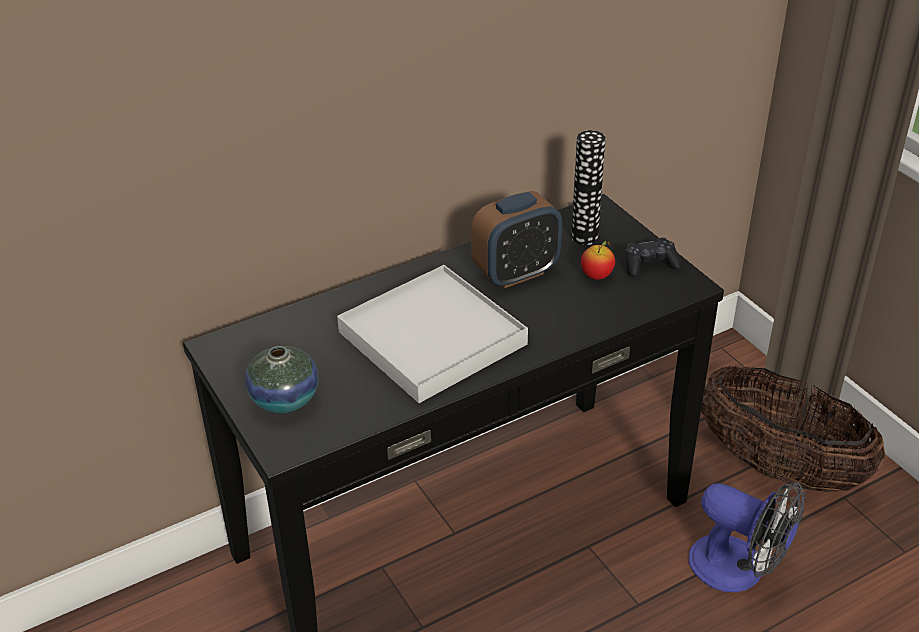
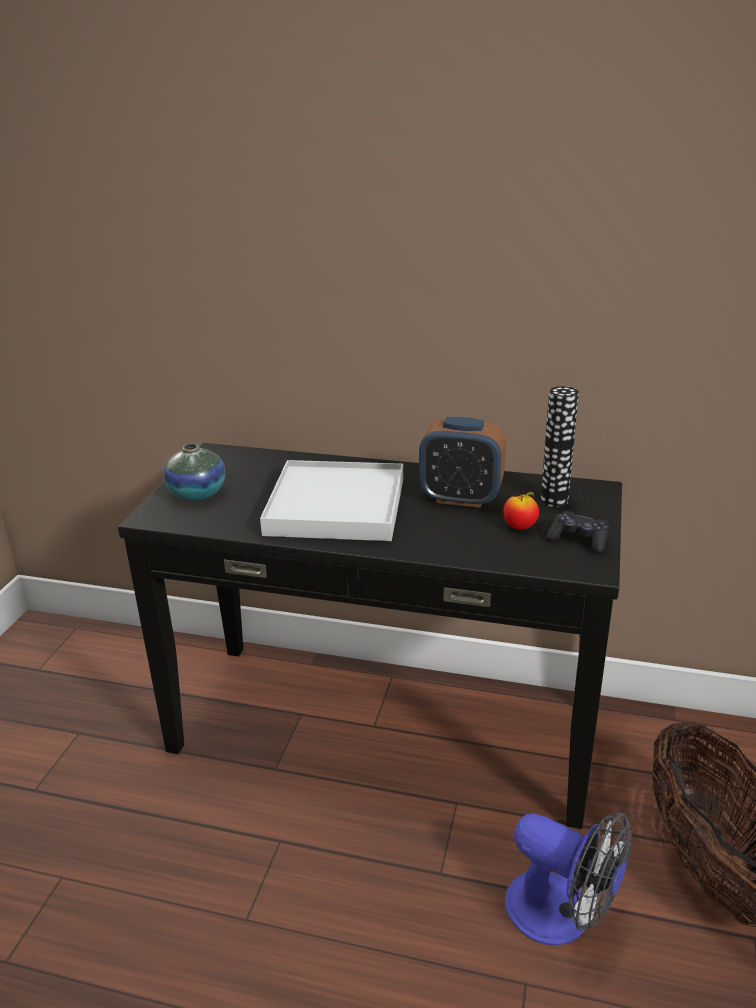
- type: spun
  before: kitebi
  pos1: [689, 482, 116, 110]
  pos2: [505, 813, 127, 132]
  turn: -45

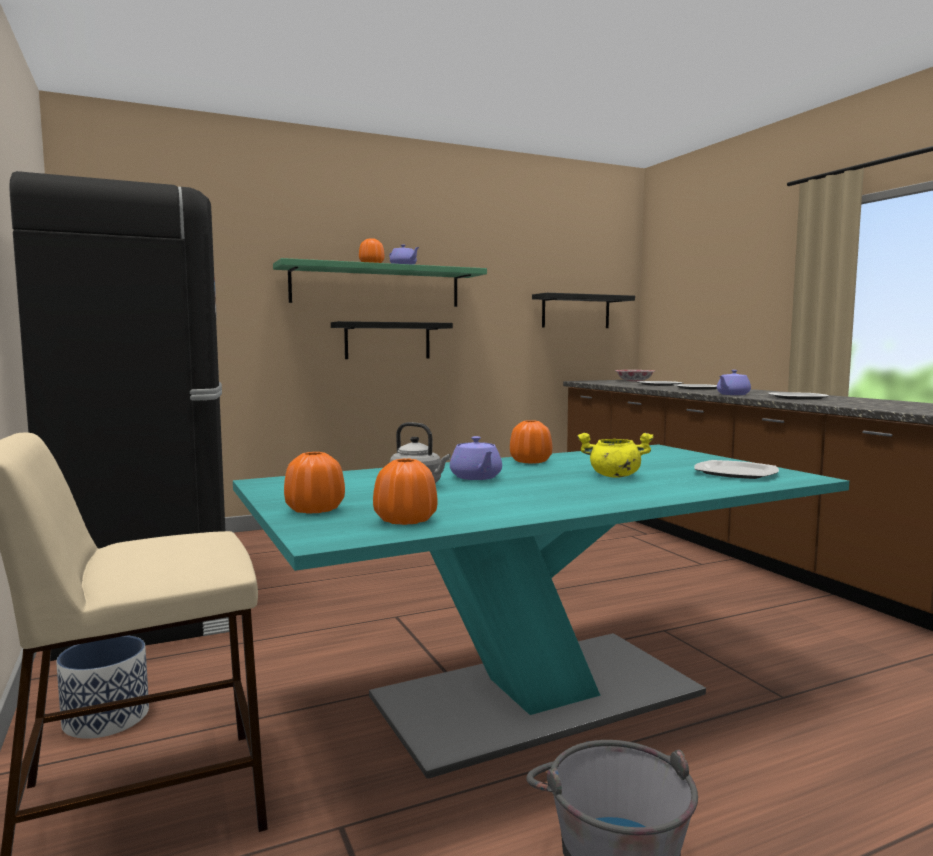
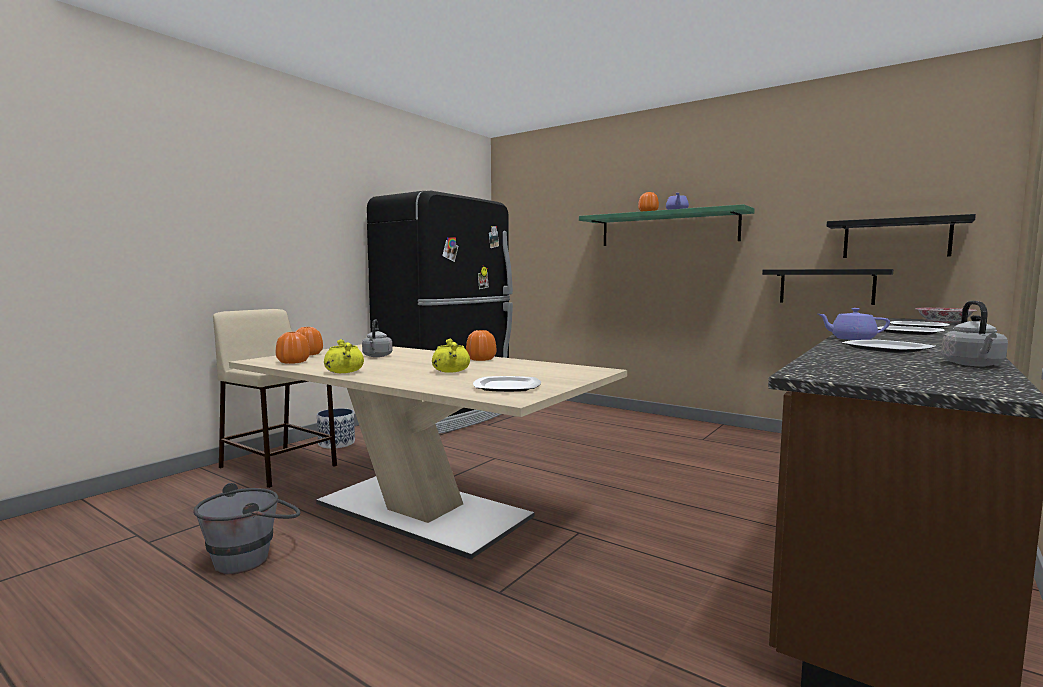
- type: relocated
  before: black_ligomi
  pos1: [331, 321, 122, 38]
  pos2: [762, 269, 131, 36]
- type: missing
  before: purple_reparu
  pos1: [450, 436, 52, 44]
- type: colour
  before: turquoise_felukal
  after: beige_felukal
  pos1: [233, 445, 616, 334]
  pos2: [229, 344, 398, 215]
- type: appeared
  after: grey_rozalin
  pos2: [941, 301, 67, 65]
- type: appeared
  after: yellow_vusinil
  pos2: [324, 339, 40, 34]

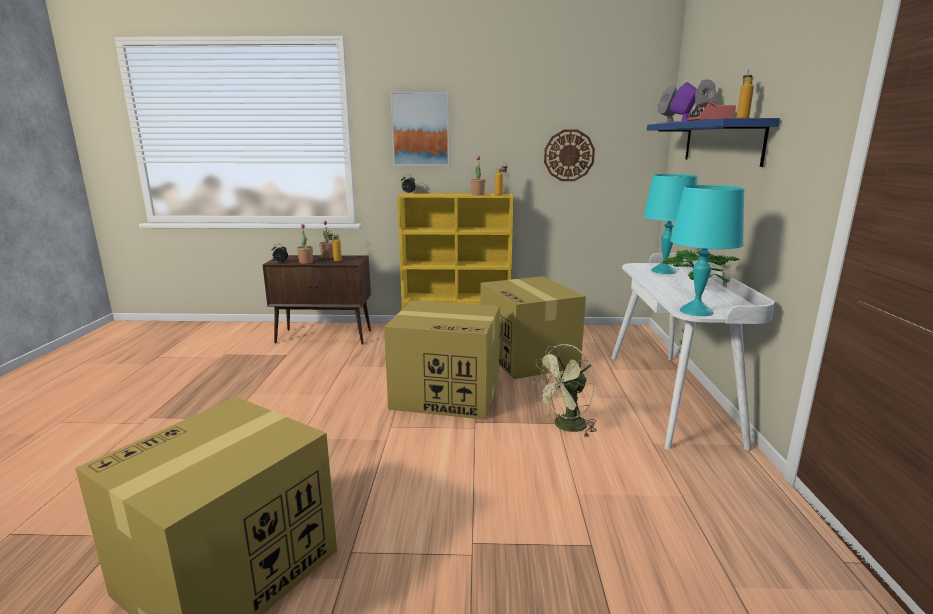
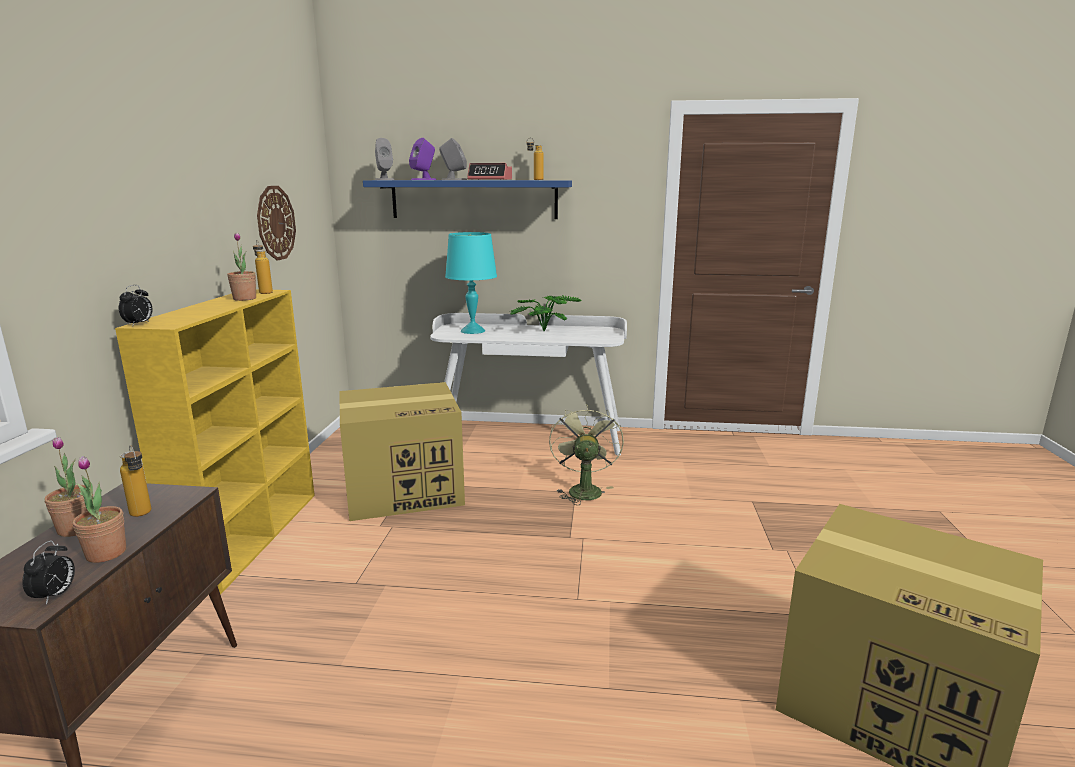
- type: missing
  before: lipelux
  pos1: [390, 92, 59, 74]
- type: missing
  before: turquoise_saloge
  pos1: [670, 185, 74, 131]
- type: missing
  before: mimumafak
  pos1: [384, 301, 116, 119]
- type: spun
  before: green_kitebi
  pos1: [532, 344, 65, 93]
  pos2: [549, 404, 75, 101]
  turn: -150

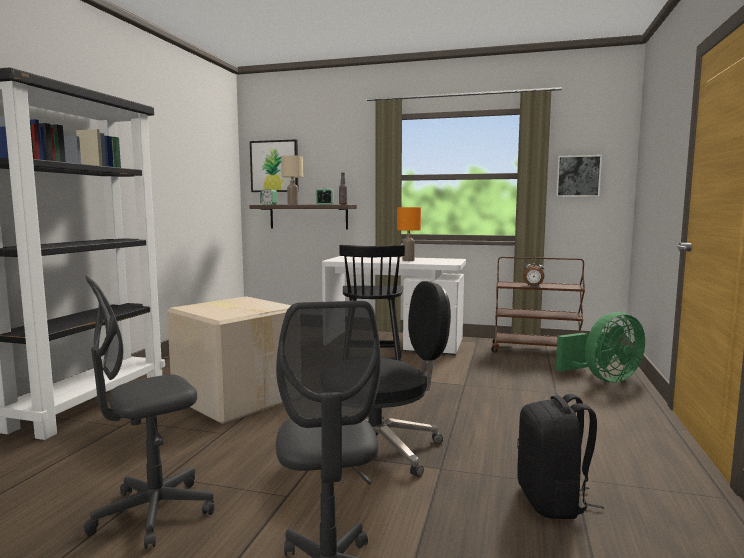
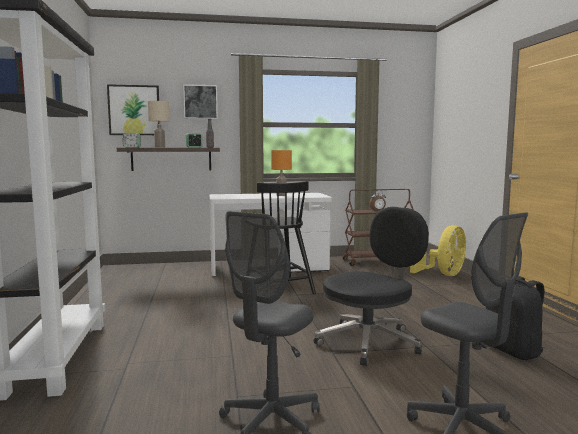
- type: relocated
  before: lipelux
  pos1: [556, 155, 46, 42]
  pos2: [183, 84, 35, 35]
- type: missing
  before: mimumafak
  pos1: [167, 296, 124, 128]
- type: colour
  before: green_kitebi
  after: yellow_kitebi
  pos1: [556, 312, 89, 70]
  pos2: [410, 225, 56, 51]

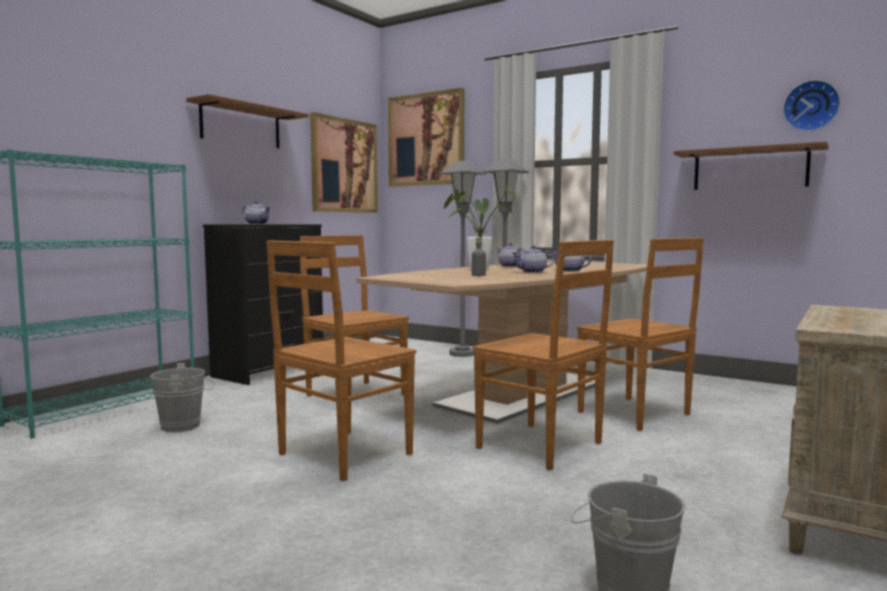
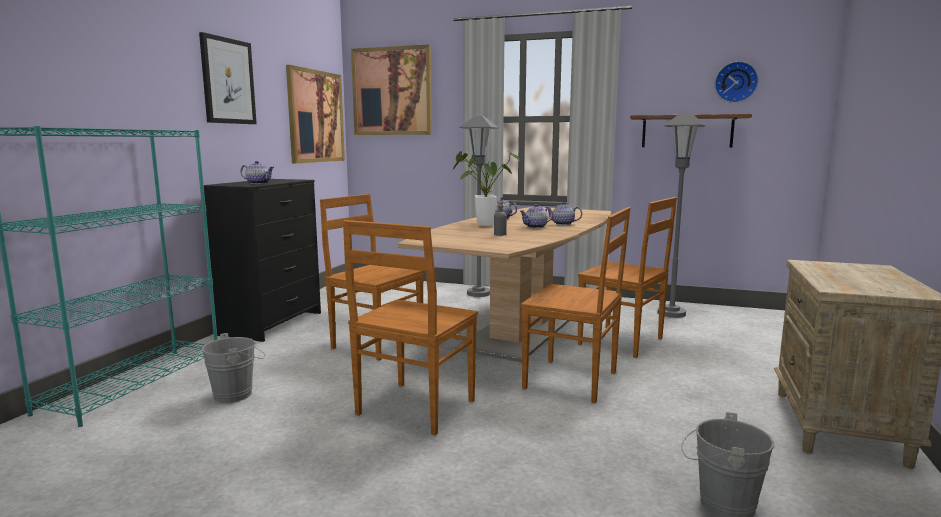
- type: exchanged
  before: brown_ligomi
  after: lipelux
  pos1: [186, 94, 123, 54]
  pos2: [199, 32, 58, 92]
- type: relocated
  before: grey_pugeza
  pos1: [439, 161, 48, 196]
  pos2: [658, 112, 47, 206]

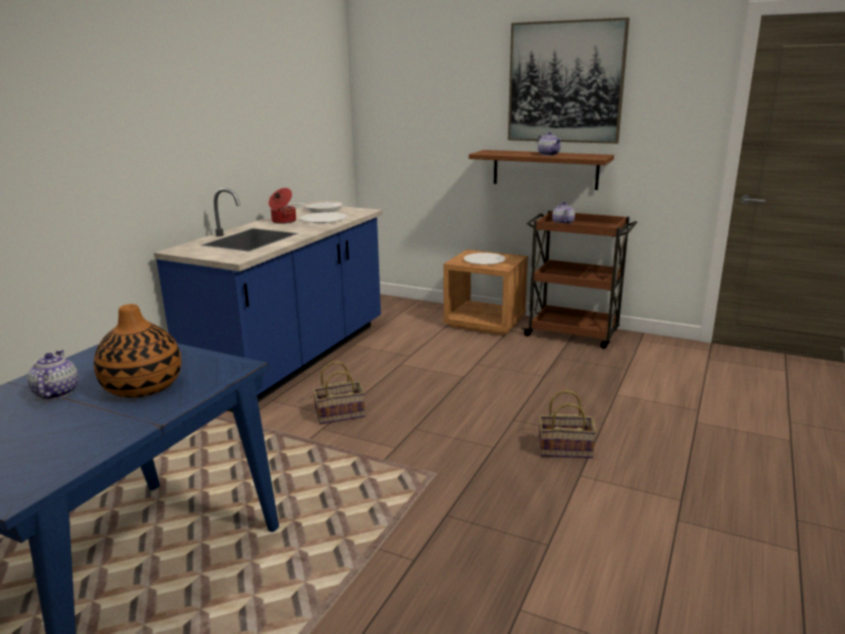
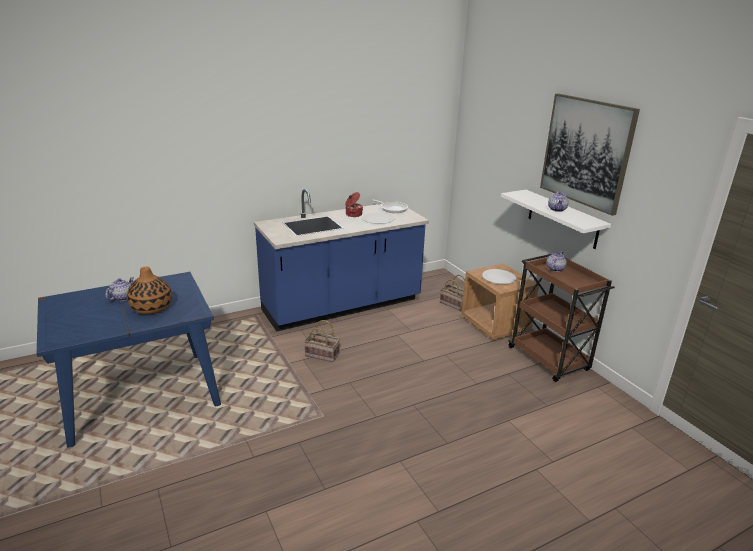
- type: colour
  before: brown_ligomi
  after: white_ligomi
  pos1: [469, 150, 145, 40]
  pos2: [501, 190, 110, 59]
- type: relocated
  before: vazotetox
  pos1: [538, 390, 59, 68]
  pos2: [440, 275, 25, 36]

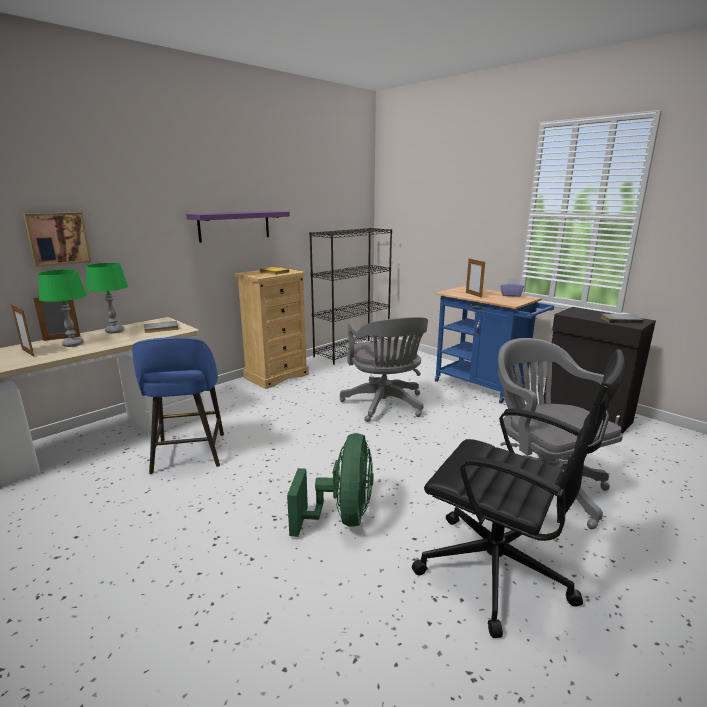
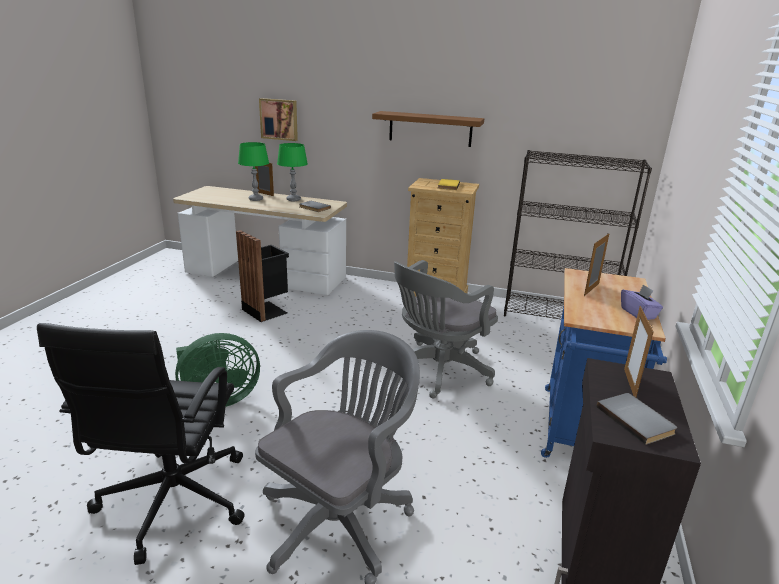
- type: colour
  before: purple_ligomi
  after: brown_ligomi
  pos1: [186, 211, 104, 32]
  pos2: [372, 111, 112, 36]
- type: relocated
  before: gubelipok
  pos1: [11, 304, 23, 53]
  pos2: [624, 306, 30, 91]
- type: exchanged
  before: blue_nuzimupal
  after: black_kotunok
  pos1: [132, 337, 92, 137]
  pos2: [236, 230, 53, 92]

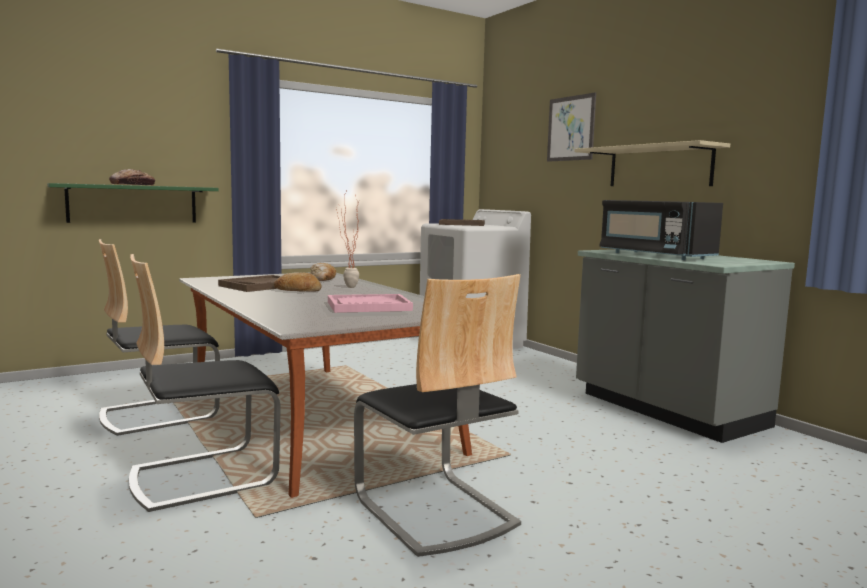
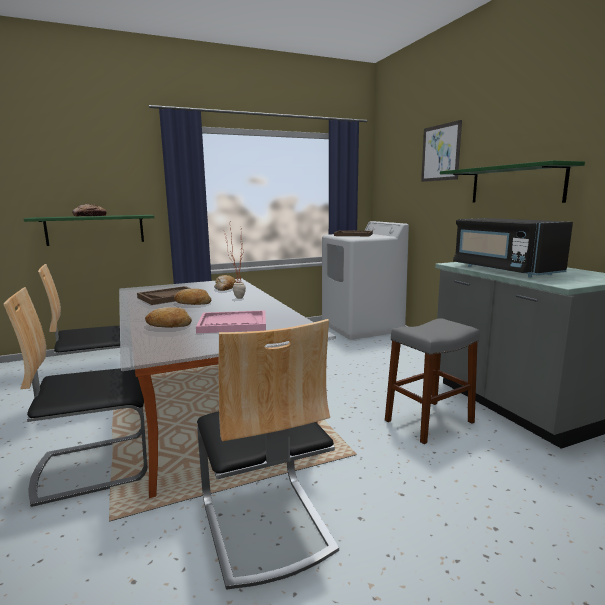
- type: colour
  before: beige_ligomi
  after: green_ligomi
  pos1: [575, 140, 155, 46]
  pos2: [440, 160, 145, 43]
- type: appeared
  after: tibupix
  pos2: [145, 307, 47, 21]
- type: appeared
  after: grey_nuzimupal
  pos2: [385, 318, 95, 126]

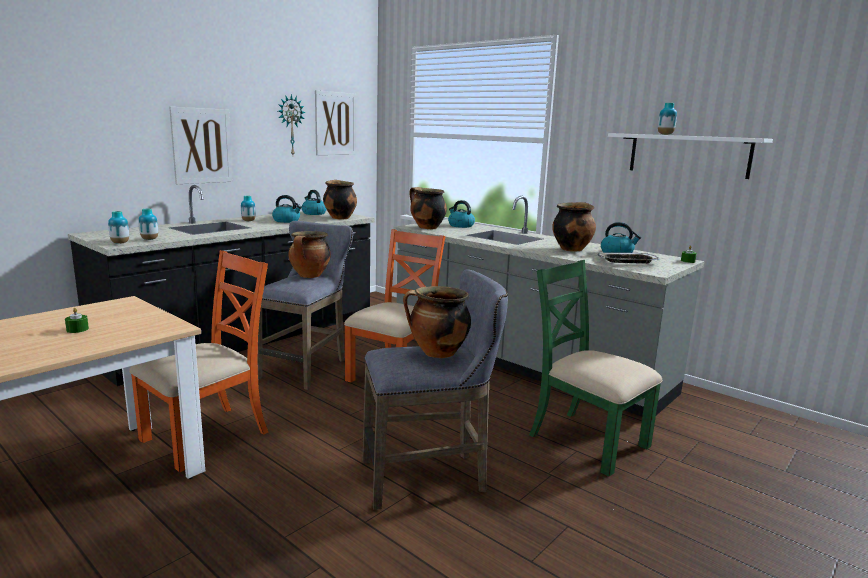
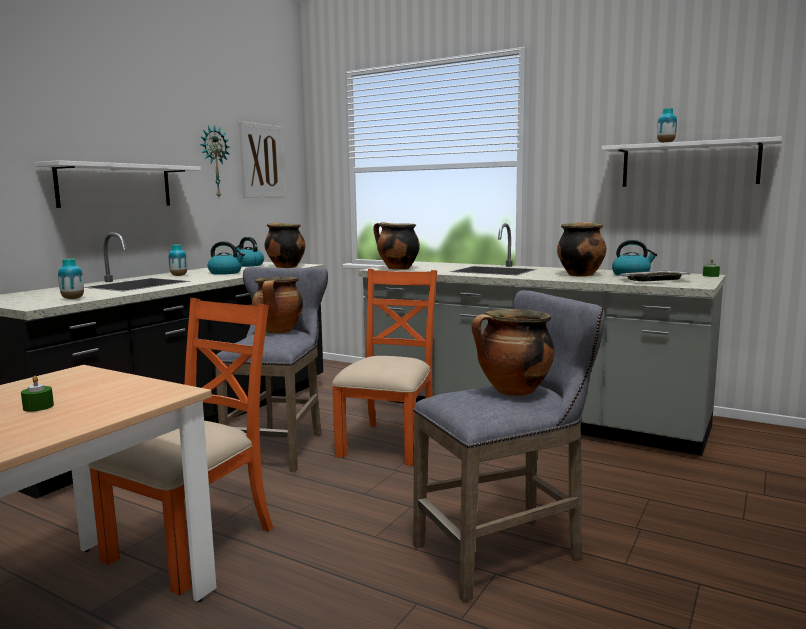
- type: exchanged
  before: lipelux
  after: white_ligomi
  pos1: [169, 107, 64, 77]
  pos2: [35, 160, 166, 48]
- type: missing
  before: rozalin
  pos1: [448, 200, 27, 28]
- type: missing
  before: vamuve
  pos1: [108, 211, 21, 33]
- type: missing
  before: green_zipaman
  pos1: [529, 260, 133, 217]

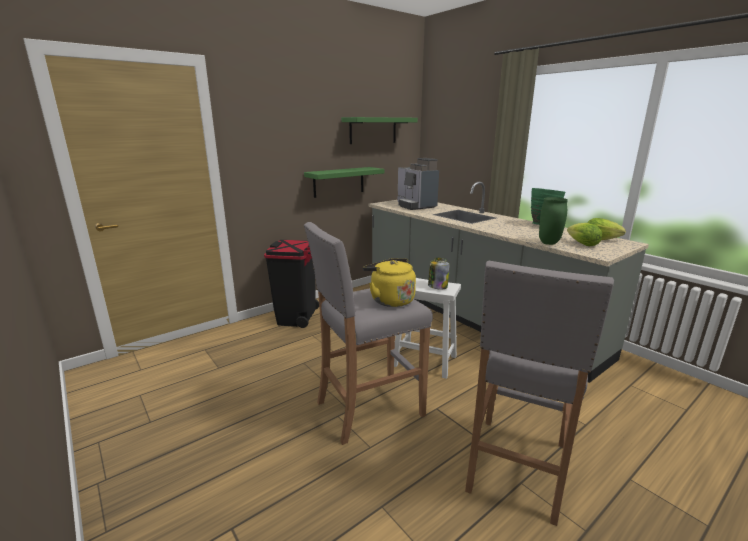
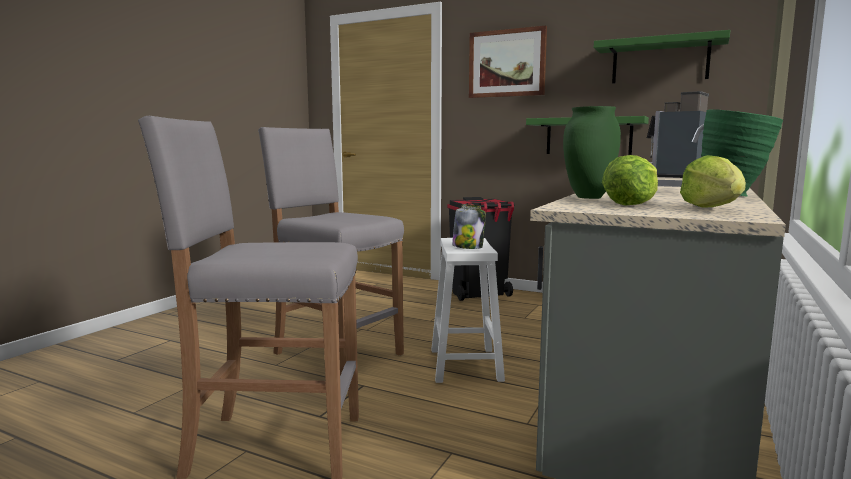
- type: missing
  before: yellow_rozalin
  pos1: [363, 258, 53, 49]
- type: appeared
  after: lipelux
  pos2: [469, 26, 78, 72]

